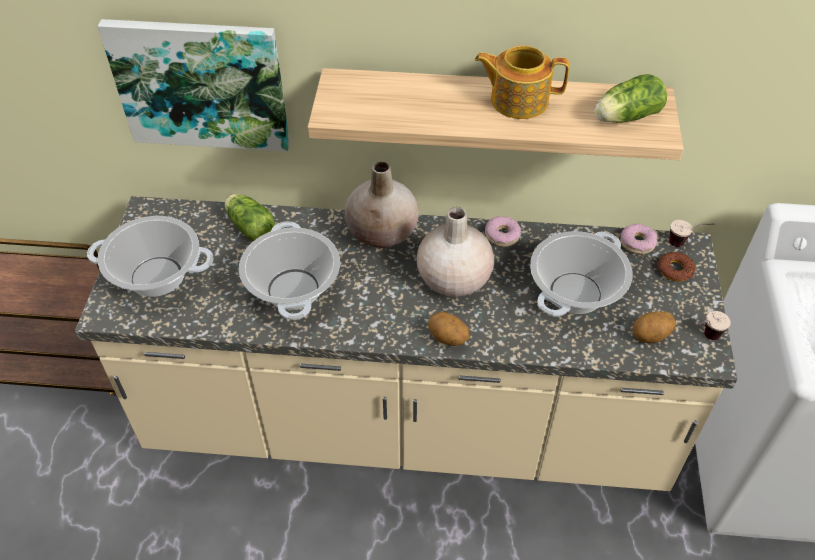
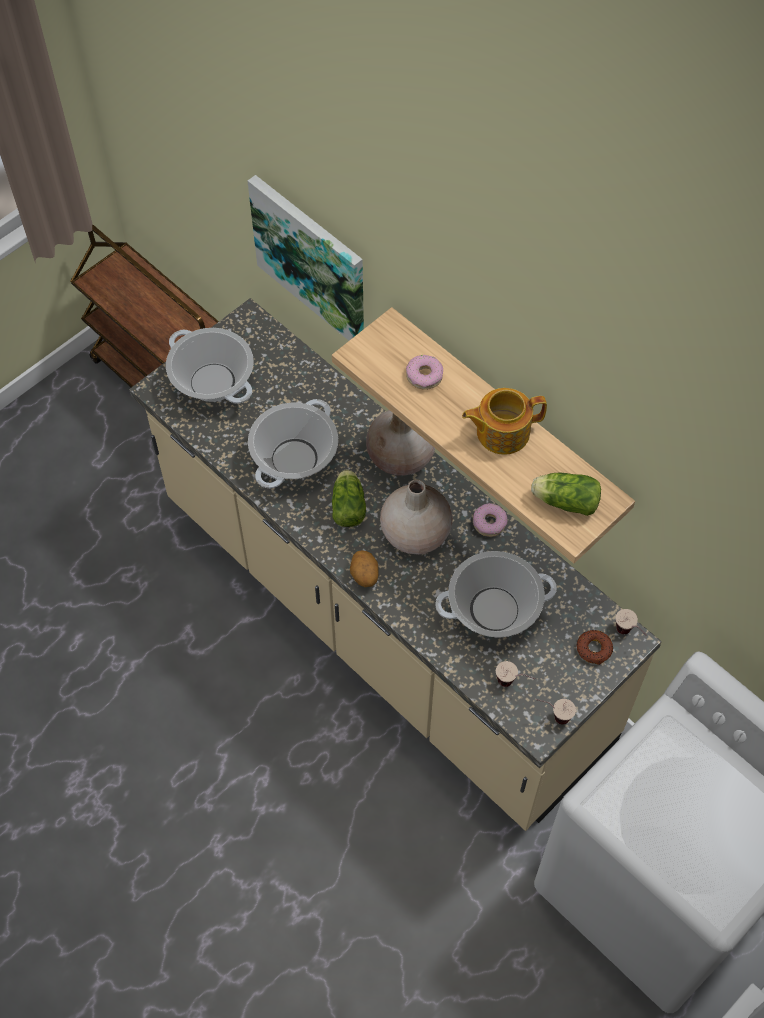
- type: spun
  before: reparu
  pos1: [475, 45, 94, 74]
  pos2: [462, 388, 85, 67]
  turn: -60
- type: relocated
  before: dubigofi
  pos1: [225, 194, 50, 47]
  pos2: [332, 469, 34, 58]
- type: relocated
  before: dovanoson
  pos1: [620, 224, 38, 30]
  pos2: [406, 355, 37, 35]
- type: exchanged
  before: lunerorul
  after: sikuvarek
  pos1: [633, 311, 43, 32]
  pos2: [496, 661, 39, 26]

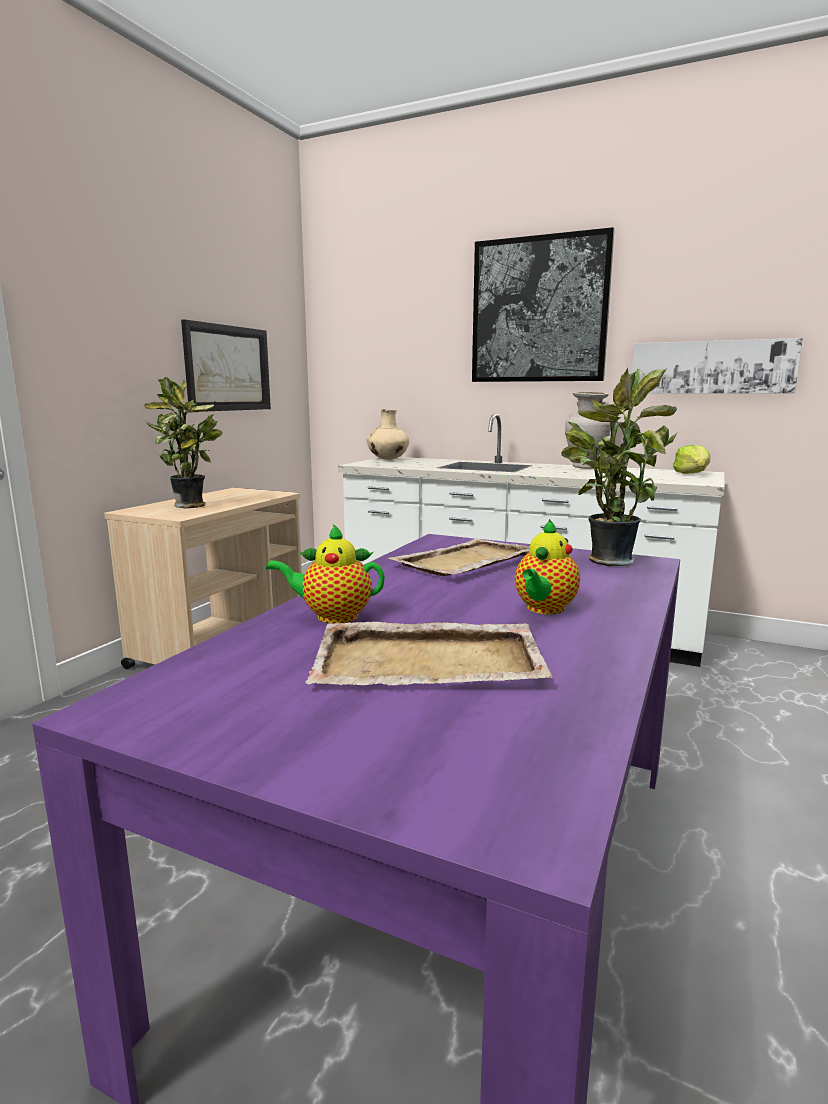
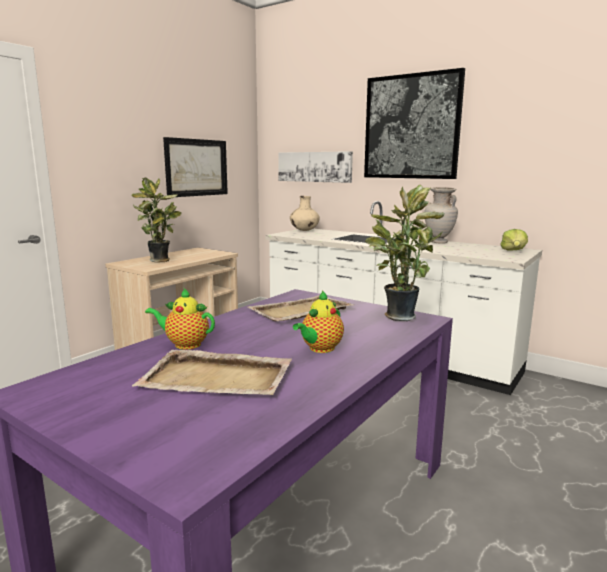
- type: relocated
  before: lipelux
  pos1: [632, 338, 171, 56]
  pos2: [278, 151, 75, 32]

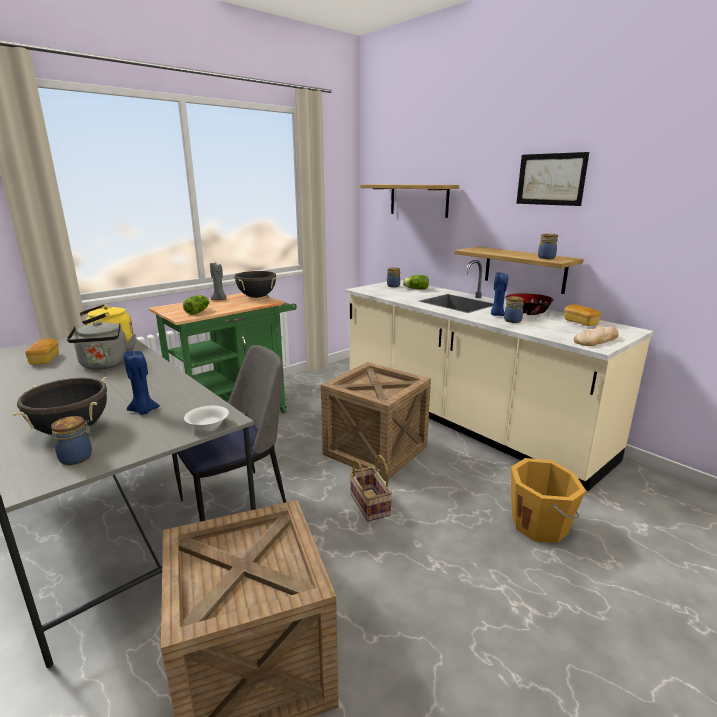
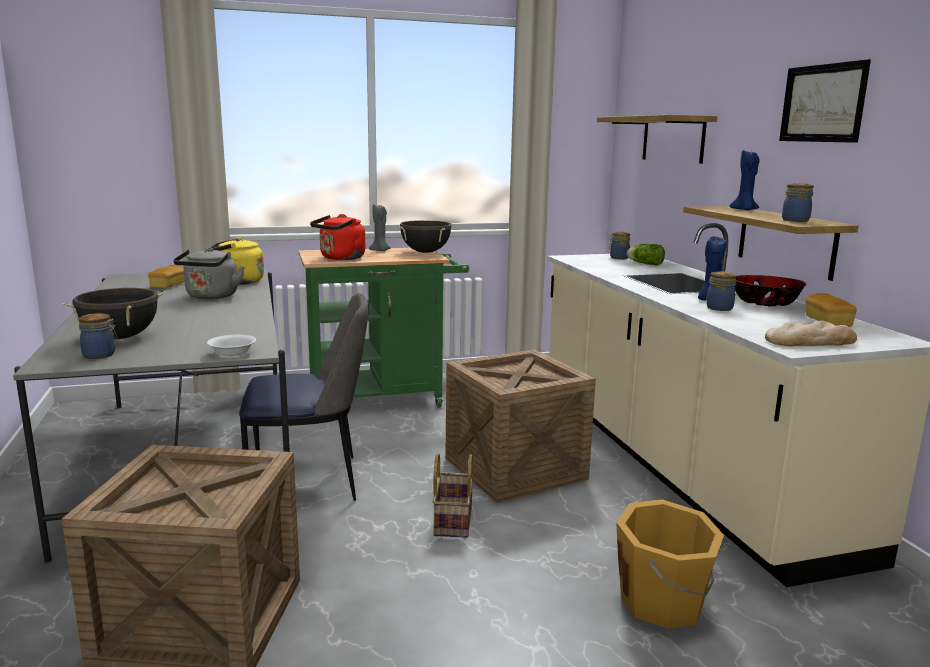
- type: exchanged
  before: dubigofi
  after: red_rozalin
  pos1: [183, 295, 27, 20]
  pos2: [310, 214, 55, 46]
- type: relocated
  before: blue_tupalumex
  pos1: [123, 351, 37, 63]
  pos2: [729, 149, 31, 61]

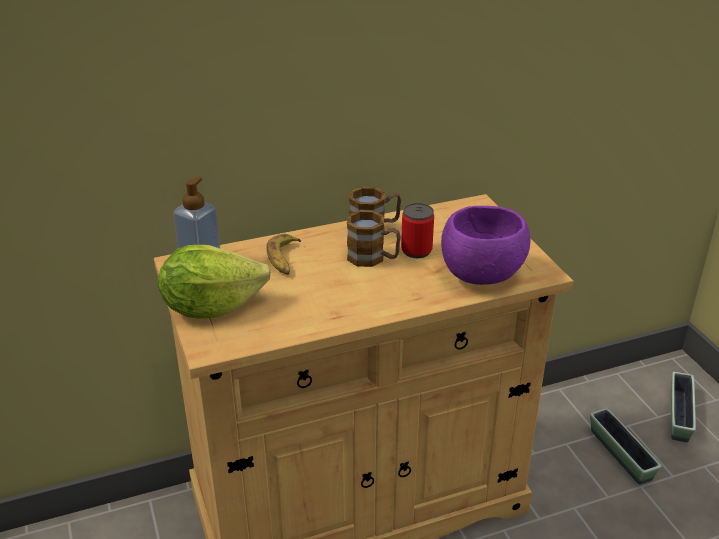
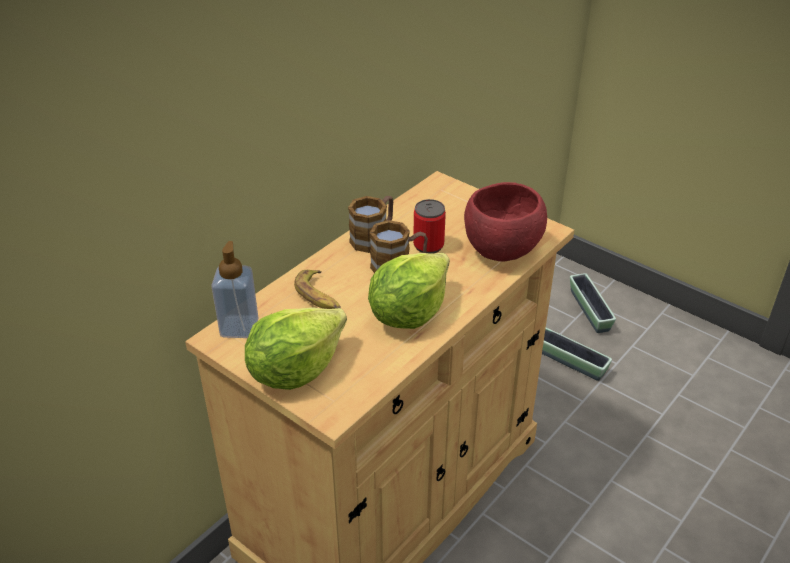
- type: colour
  before: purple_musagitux
  after: red_musagitux
  pos1: [441, 206, 89, 79]
  pos2: [464, 182, 83, 79]
- type: appeared
  after: dubigofi
  pos2: [368, 253, 82, 76]

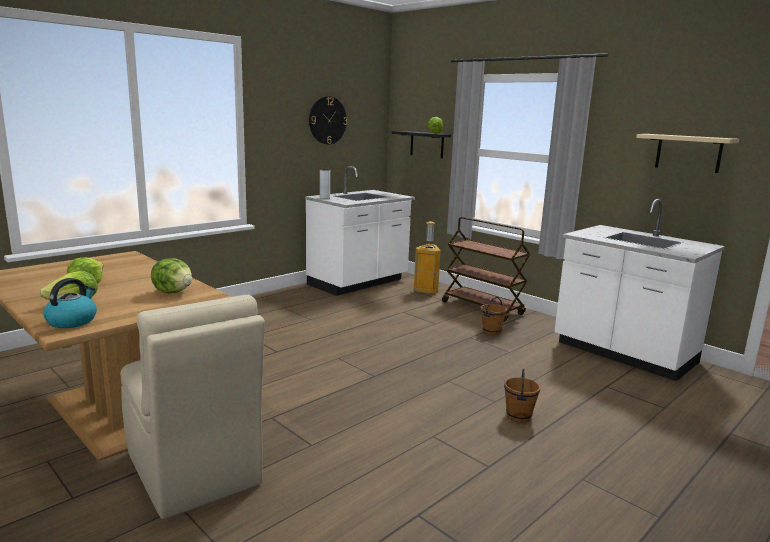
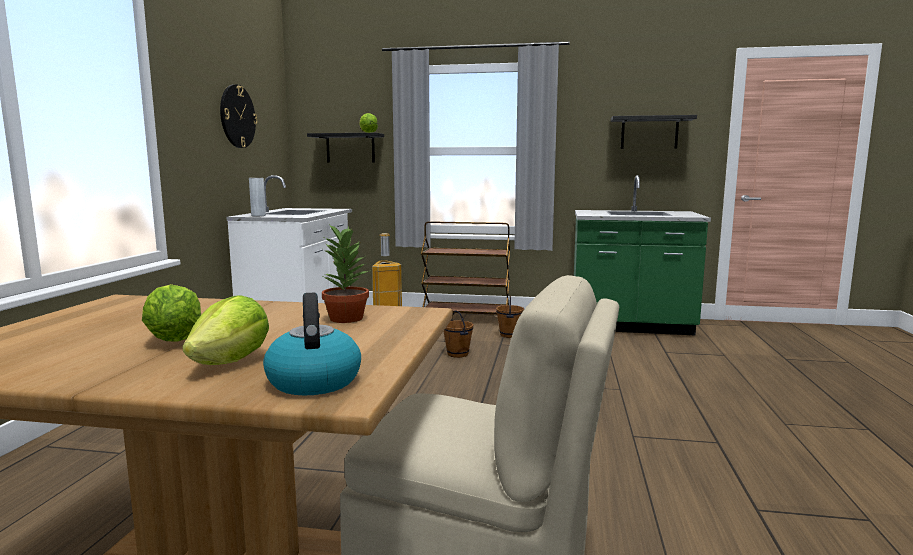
- type: colour
  before: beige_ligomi
  after: black_ligomi
  pos1: [636, 134, 103, 39]
  pos2: [611, 115, 86, 34]
- type: colour
  before: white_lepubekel
  after: green_lepubekel
  pos1: [554, 199, 171, 182]
  pos2: [574, 175, 137, 160]
- type: exchanged
  before: dubigofi
  after: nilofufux
  pos1: [151, 258, 41, 35]
  pos2: [322, 224, 49, 99]
- type: relocated
  before: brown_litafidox
  pos1: [504, 369, 37, 54]
  pos2: [444, 310, 29, 48]

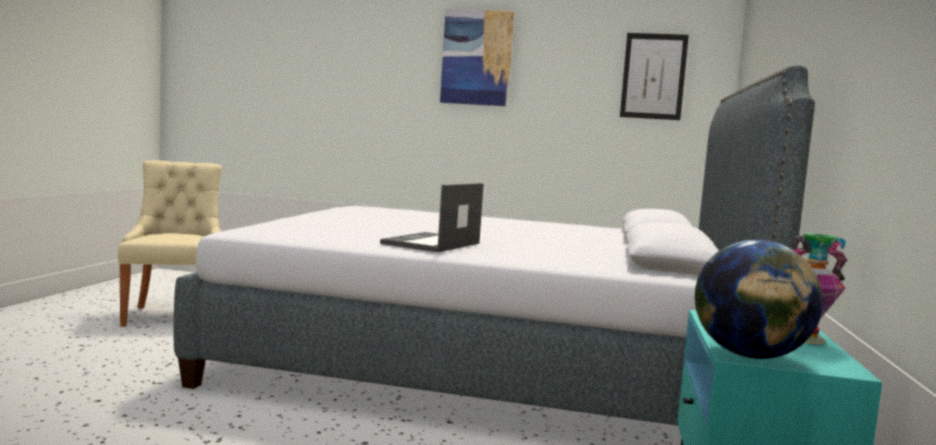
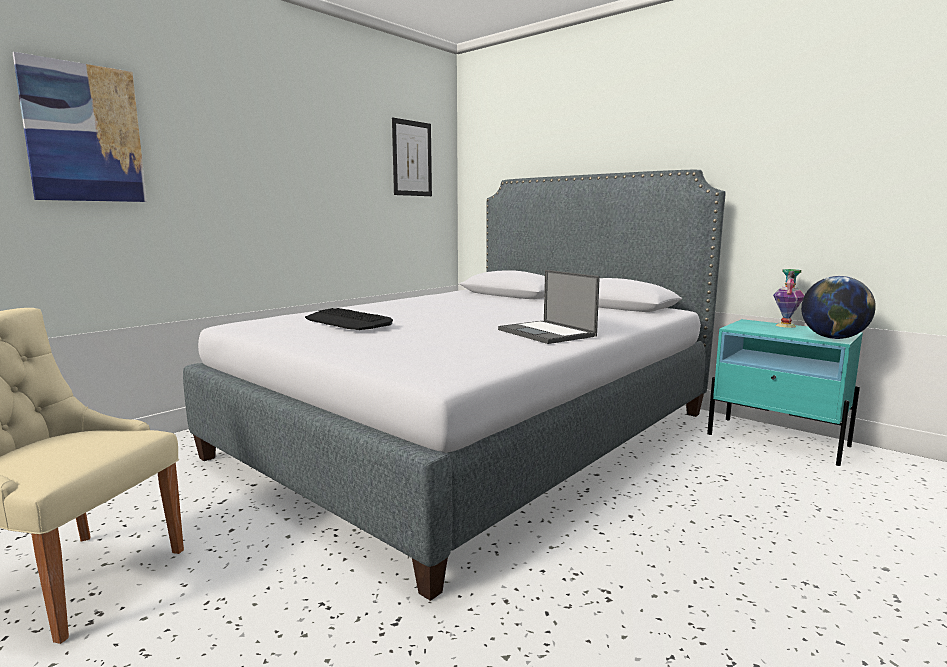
- type: relocated
  before: lipelux
  pos1: [440, 9, 74, 97]
  pos2: [13, 52, 134, 150]
- type: appeared
  after: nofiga
  pos2: [305, 308, 88, 22]

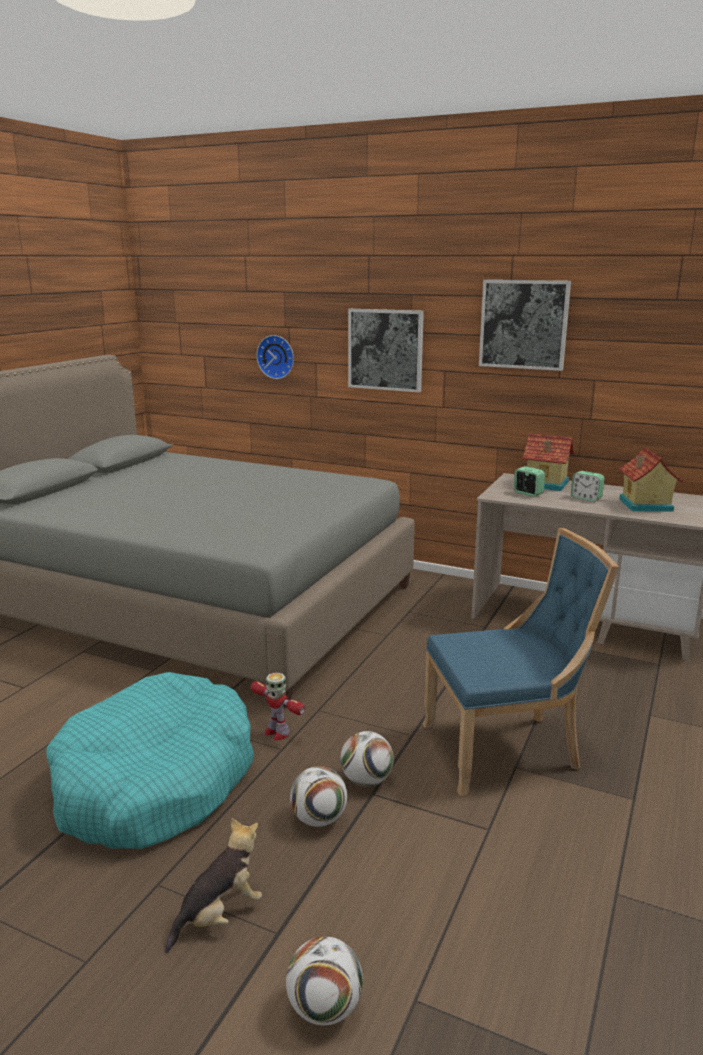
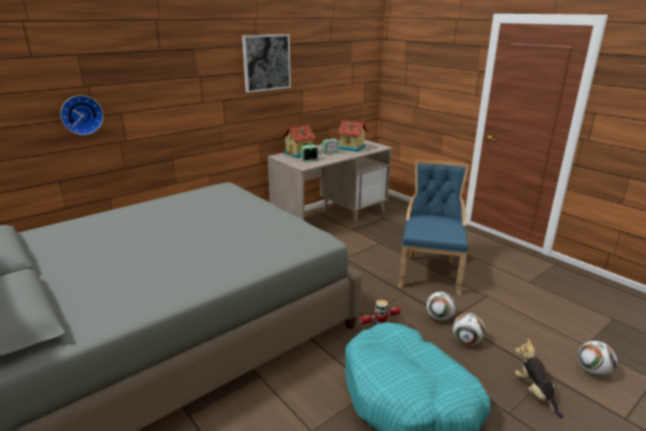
- type: missing
  before: lipelux
  pos1: [348, 309, 76, 83]

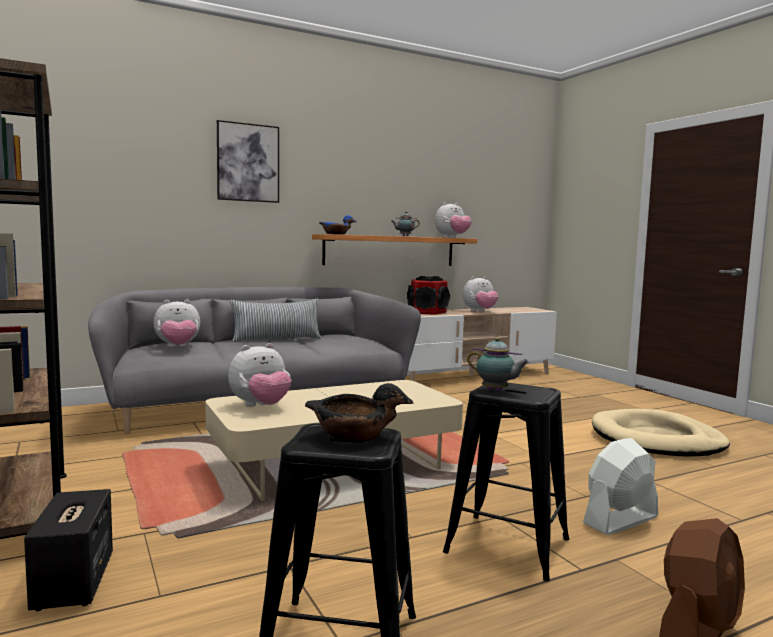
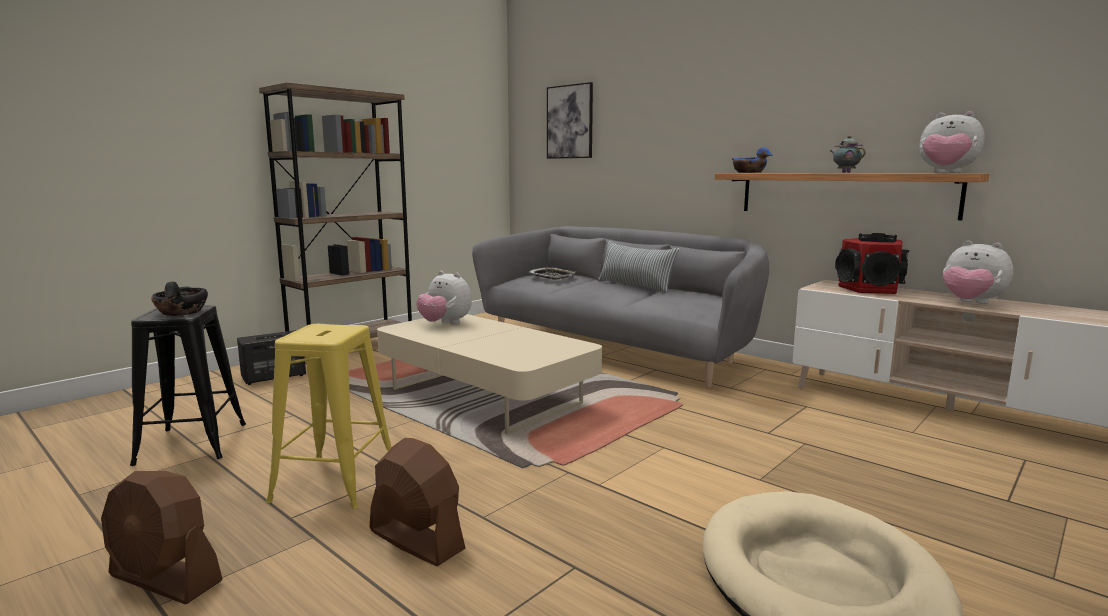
- type: relocated
  before: lipelux
  pos1: [217, 120, 62, 83]
  pos2: [547, 82, 46, 77]
- type: exchanged
  before: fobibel
  after: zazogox
  pos1: [153, 299, 47, 48]
  pos2: [528, 267, 48, 13]
- type: missing
  before: reparu
  pos1: [467, 337, 63, 54]
- type: colour
  before: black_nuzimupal
  after: yellow_nuzimupal
  pos1: [443, 383, 127, 198]
  pos2: [266, 324, 126, 185]
- type: colour
  before: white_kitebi
  after: brown_kitebi
  pos1: [583, 438, 75, 97]
  pos2: [370, 438, 95, 128]

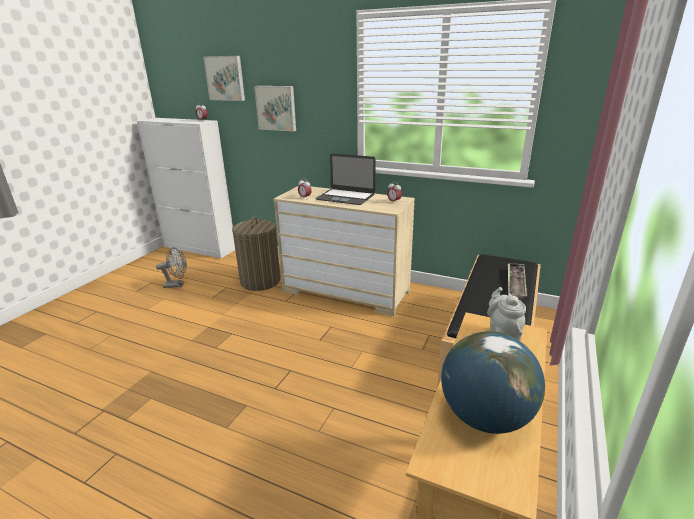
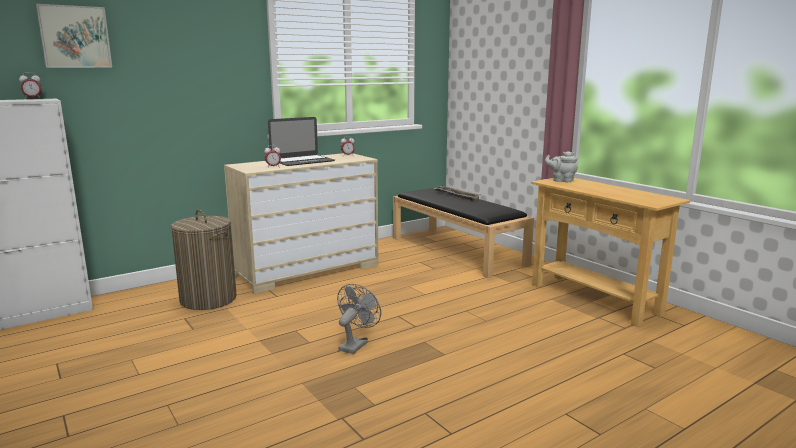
- type: missing
  before: lipelux
  pos1: [254, 86, 42, 45]
- type: relocated
  before: grey_kitebi
  pos1: [156, 247, 31, 41]
  pos2: [337, 284, 44, 70]
- type: missing
  before: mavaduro
  pos1: [441, 331, 104, 103]

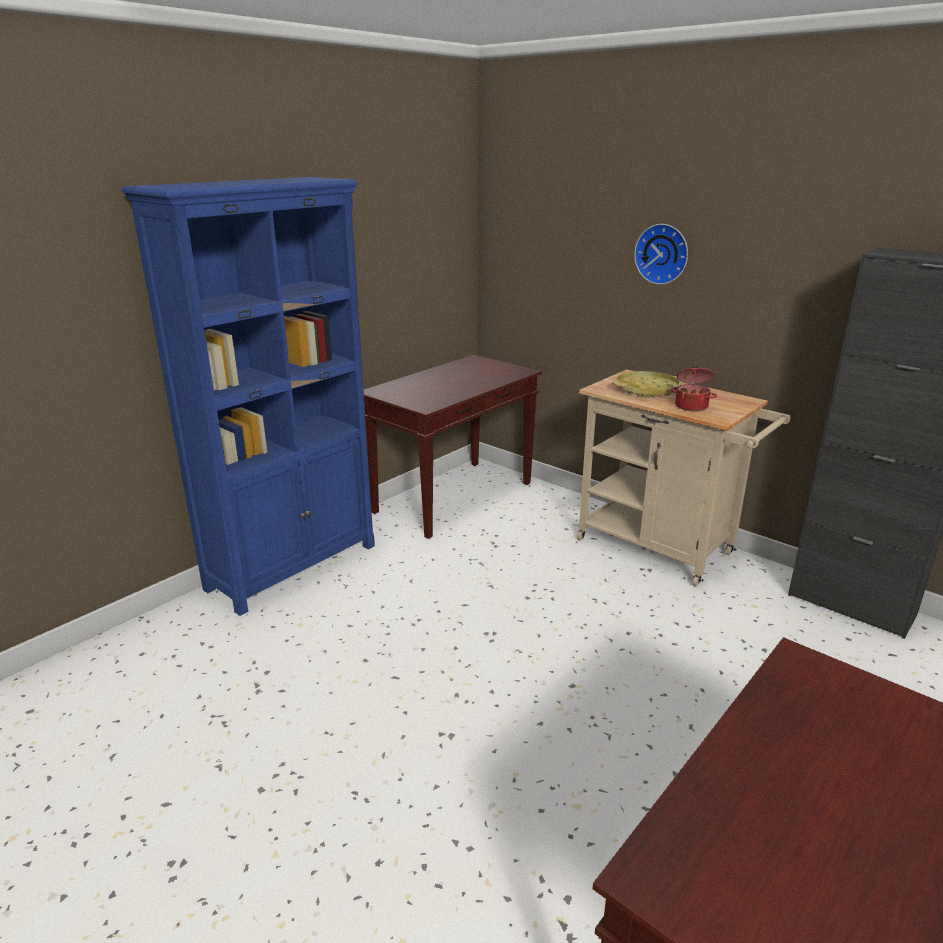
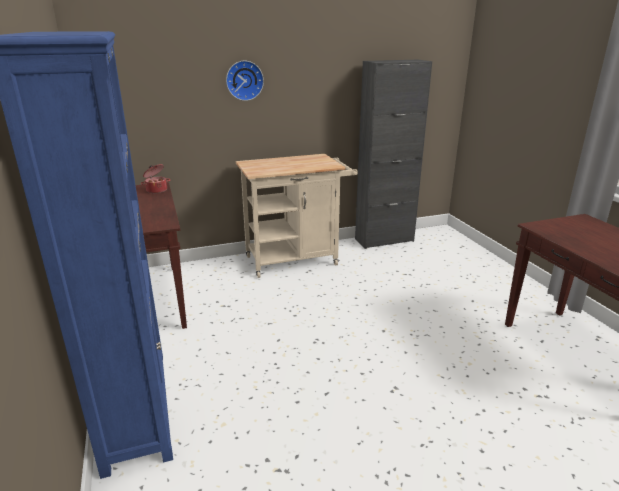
- type: relocated
  before: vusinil
  pos1: [670, 366, 47, 45]
  pos2: [141, 164, 29, 29]
- type: missing
  before: yellow_zazogox
  pos1: [612, 371, 72, 26]

